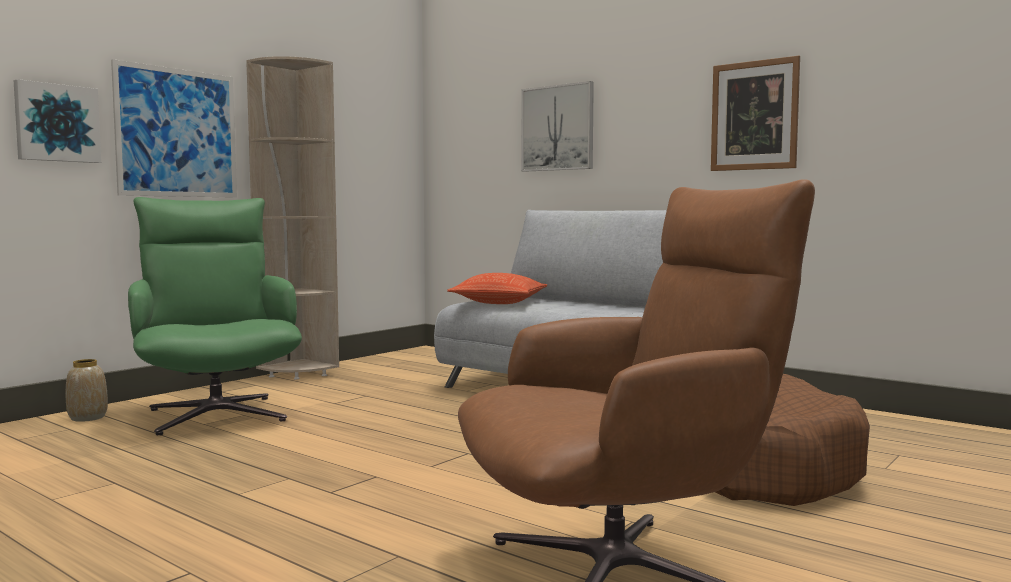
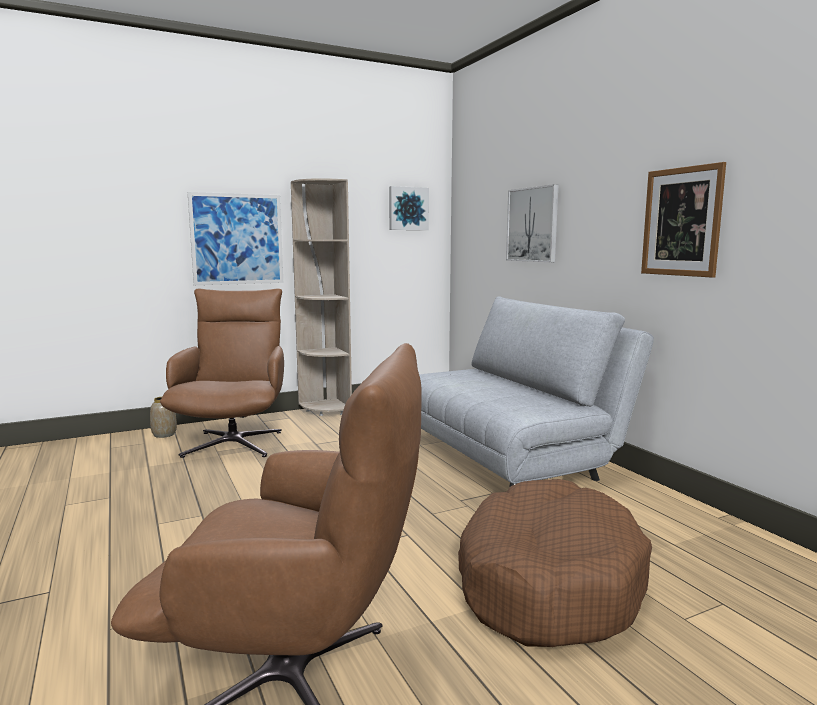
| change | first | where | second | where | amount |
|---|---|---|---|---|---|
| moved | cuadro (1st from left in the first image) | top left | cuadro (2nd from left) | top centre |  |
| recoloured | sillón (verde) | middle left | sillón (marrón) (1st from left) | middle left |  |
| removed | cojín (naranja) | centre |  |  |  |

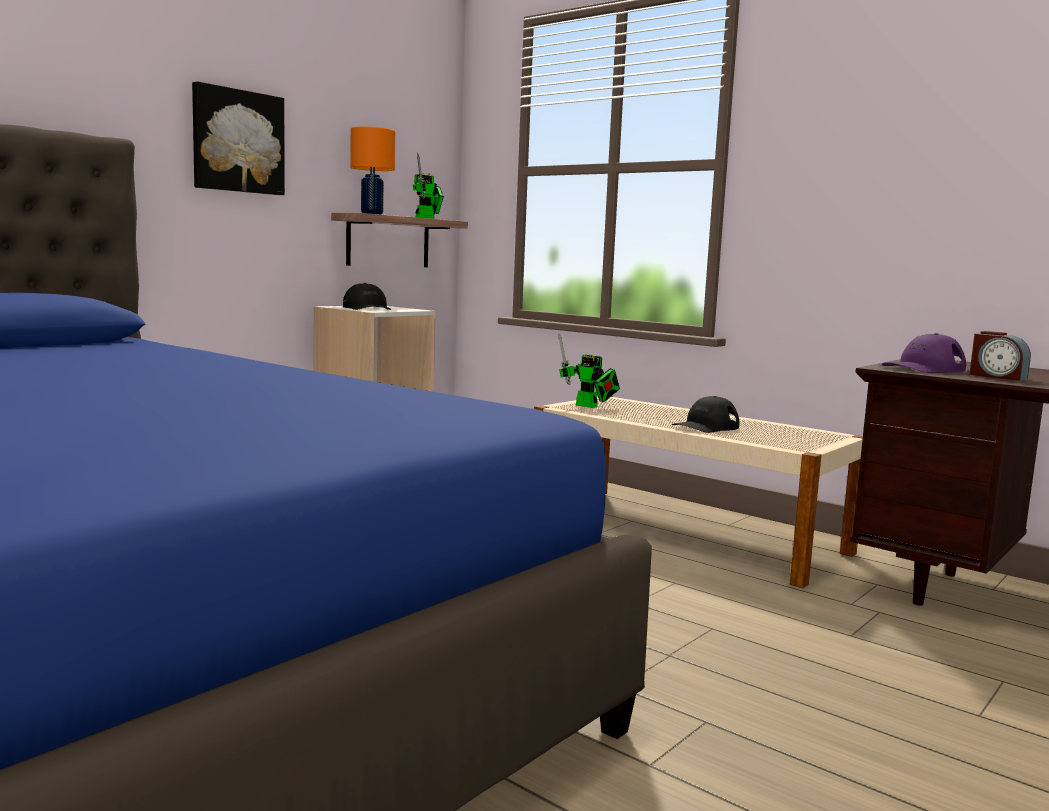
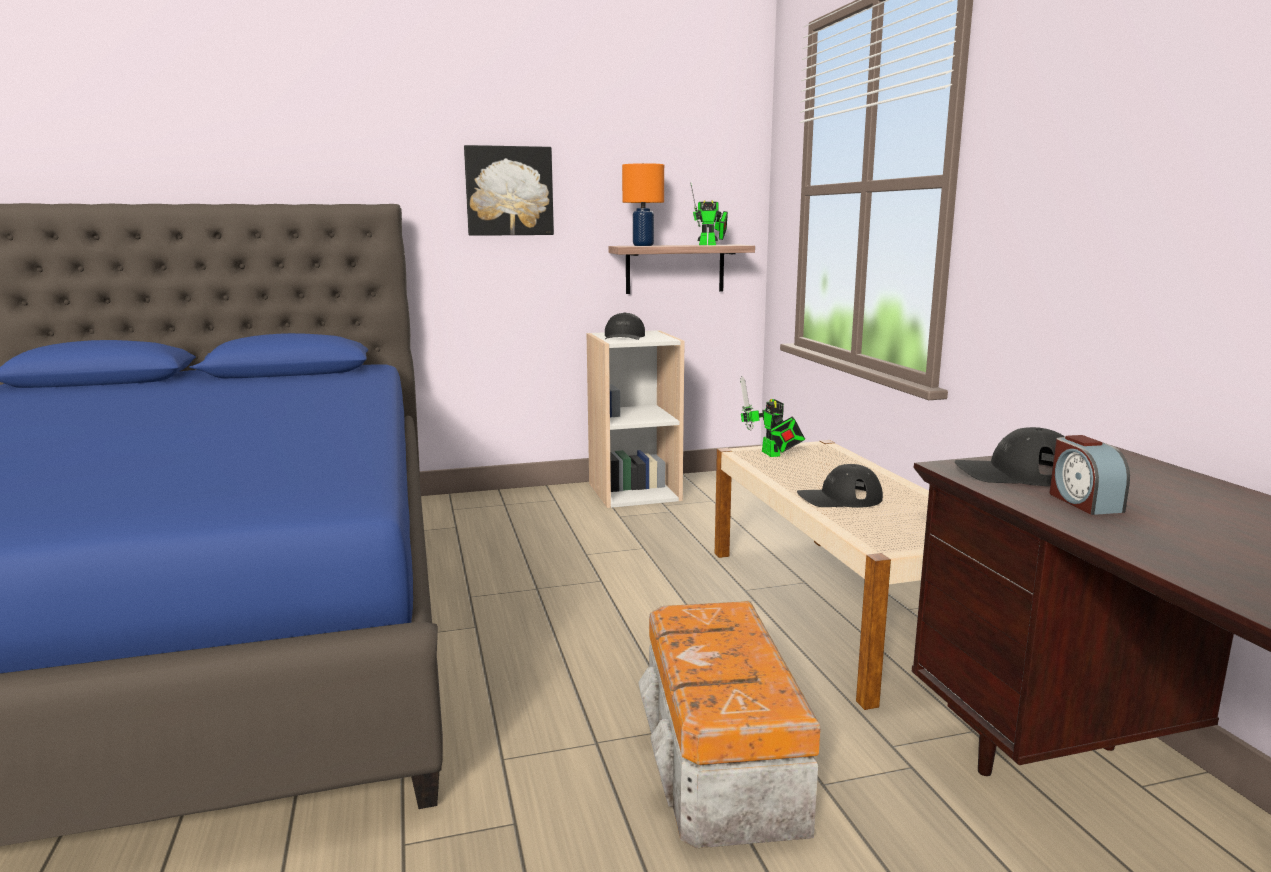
| change | first | where | second | where | amount |
|---|---|---|---|---|---|
| recoloured | gorra (morado) | middle right | gorra (negro) (3rd from left) | middle right |  |
| added |  |  | caja de almacenaje | bottom centre |  |

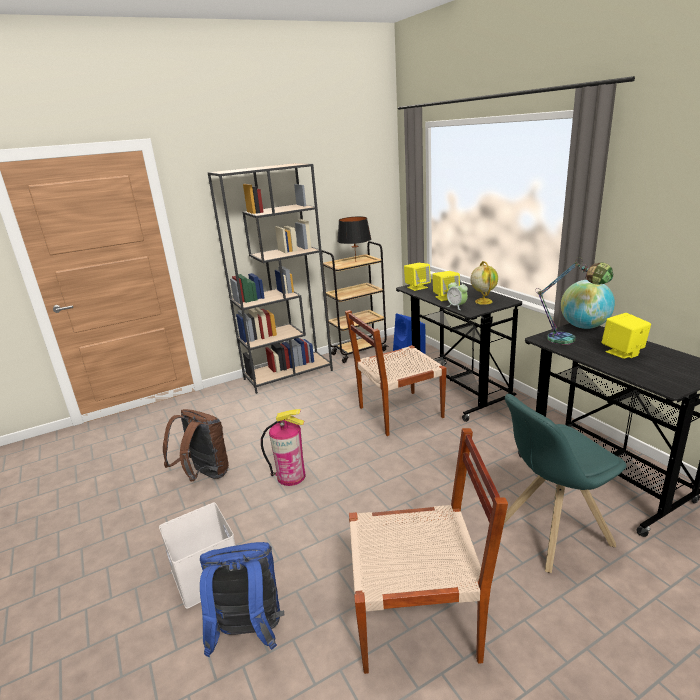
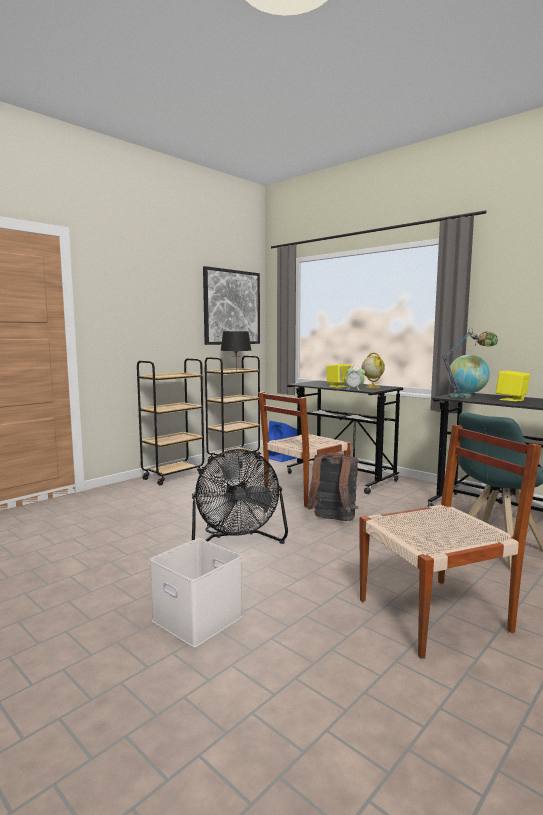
| change | first | where | second | where | amount |
|---|---|---|---|---|---|
| replaced | estantería | centre | carrito (marrón) (1st from left) | middle left |  |
| removed | altavoz (amarillo) (1st from left) | centre |  |  |  |
| moved | mochila (marrón) | middle left |  | centre |  |
| replaced | extintor | centre | ventilador (negro) | centre |  |
| removed | mochila (azul) | bottom centre |  |  |  |
| added |  |  | cuadro | centre |  |

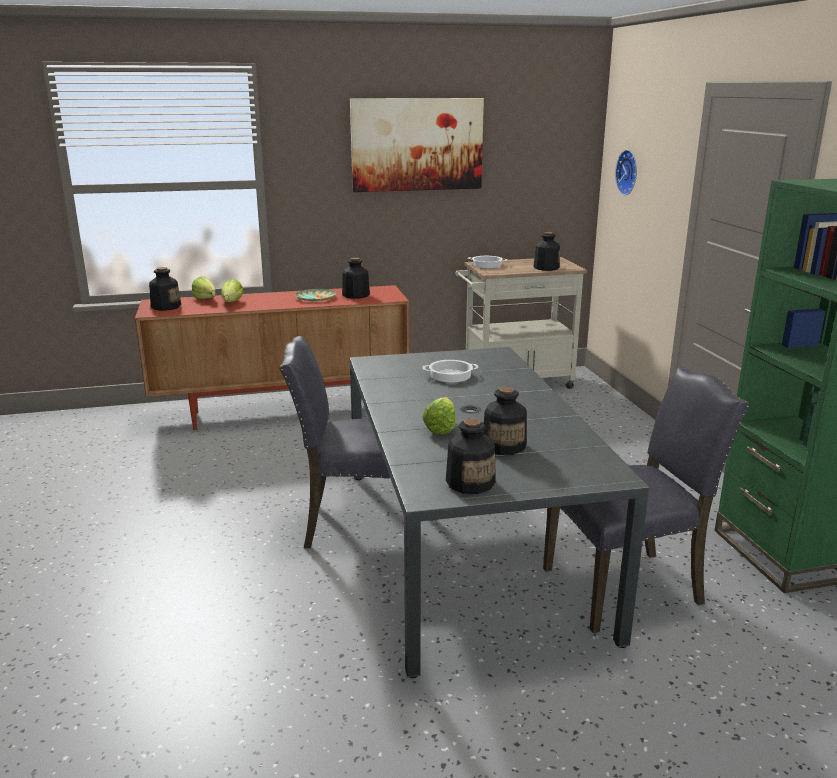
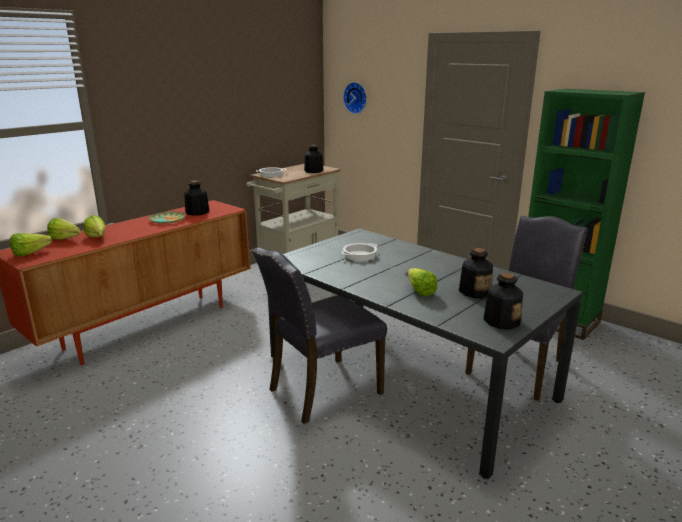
| change | first | where | second | where | amount |
|---|---|---|---|---|---|
| removed | cuadro | top centre |  |  |  |
| replaced | botella (1st from left) | middle left | lechuga (1st from left) | middle left |  |

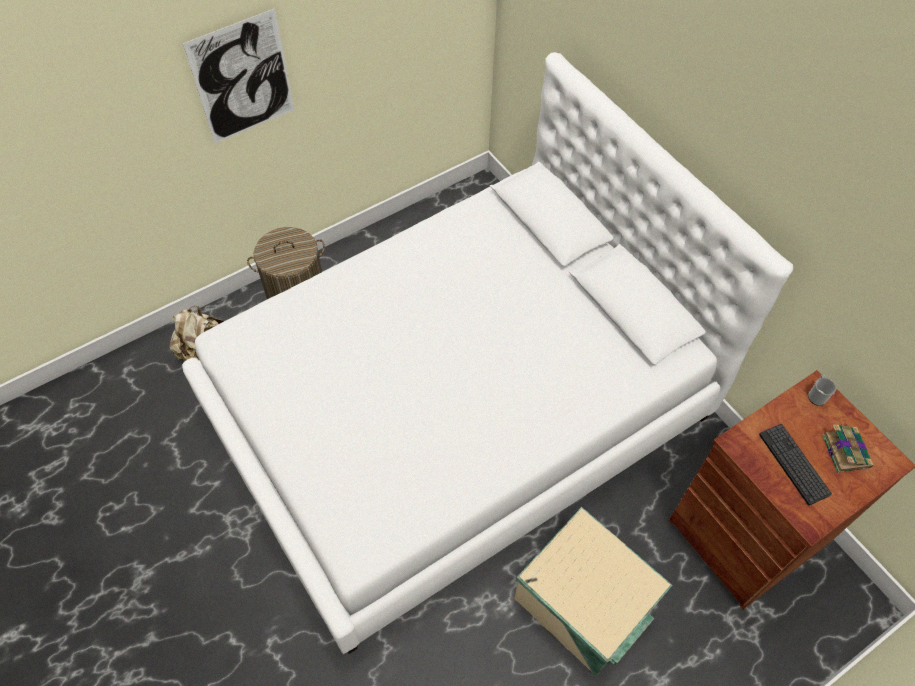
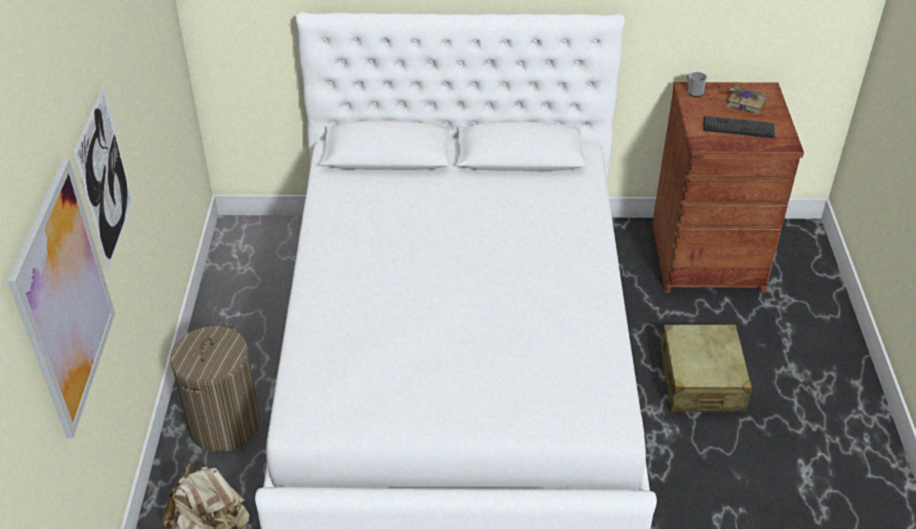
| change | first | where | second | where | amount |
|---|---|---|---|---|---|
| replaced | caja de almacenaje (beis) | bottom centre | maleta (beis) | bottom right |  |
| added |  |  | cuadro (1st from left) | middle left |  |

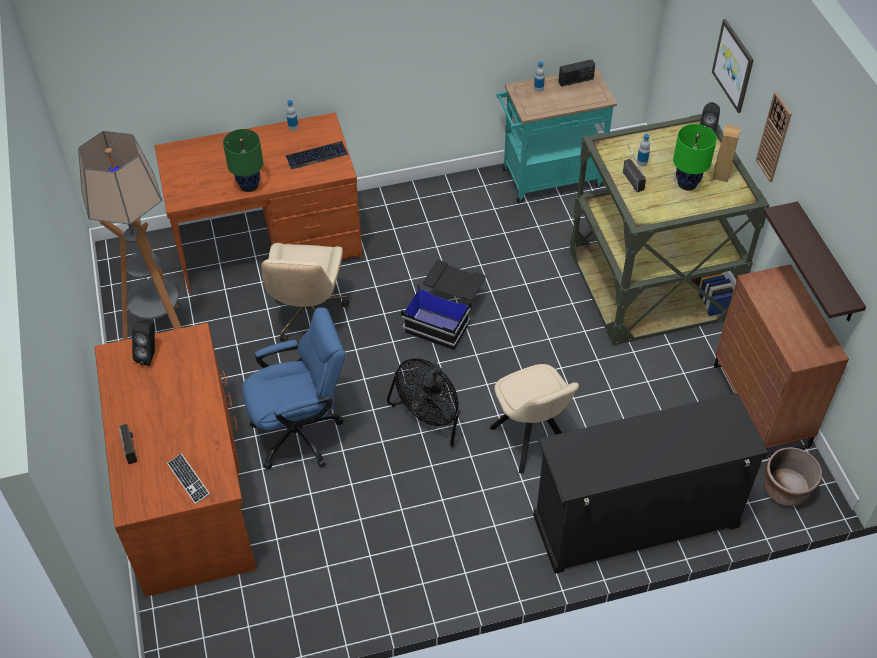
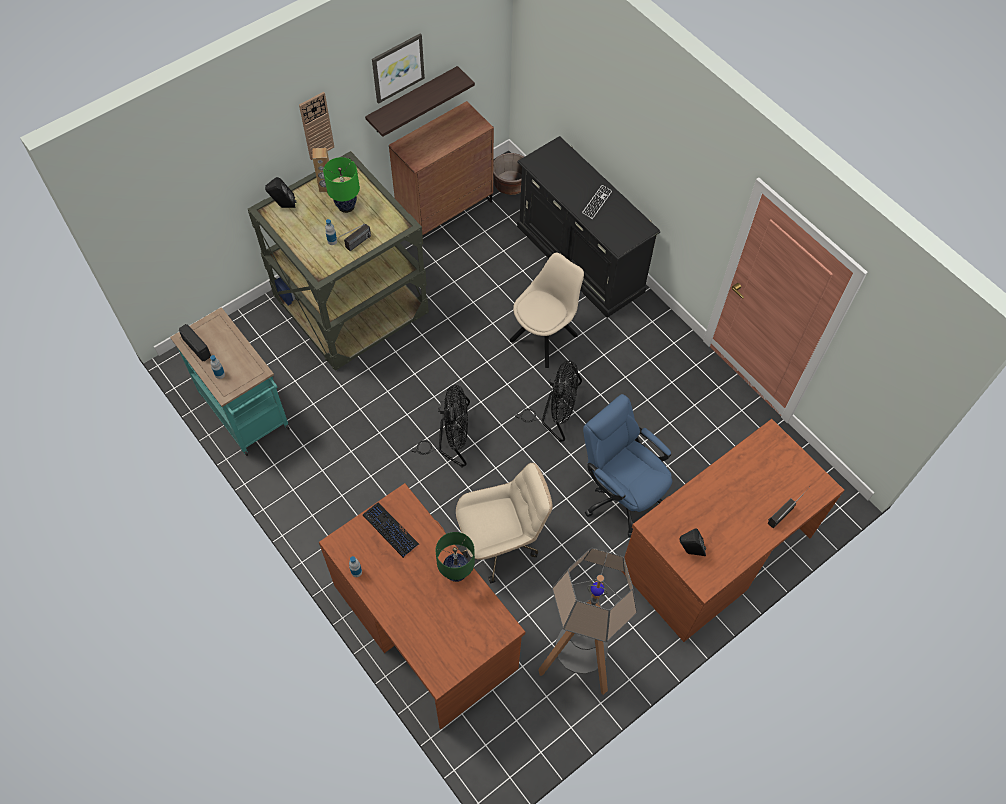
| change | first | where | second | where | amount |
|---|---|---|---|---|---|
| moved | cuadro | top right |  | top centre |  |
| replaced | caja de almacenaje (negro) | centre | ventilador (negro) (1st from left) | centre |  |
| moved | teclado (1st from left in the first image) | bottom left | teclado (2nd from left) | top centre |  |

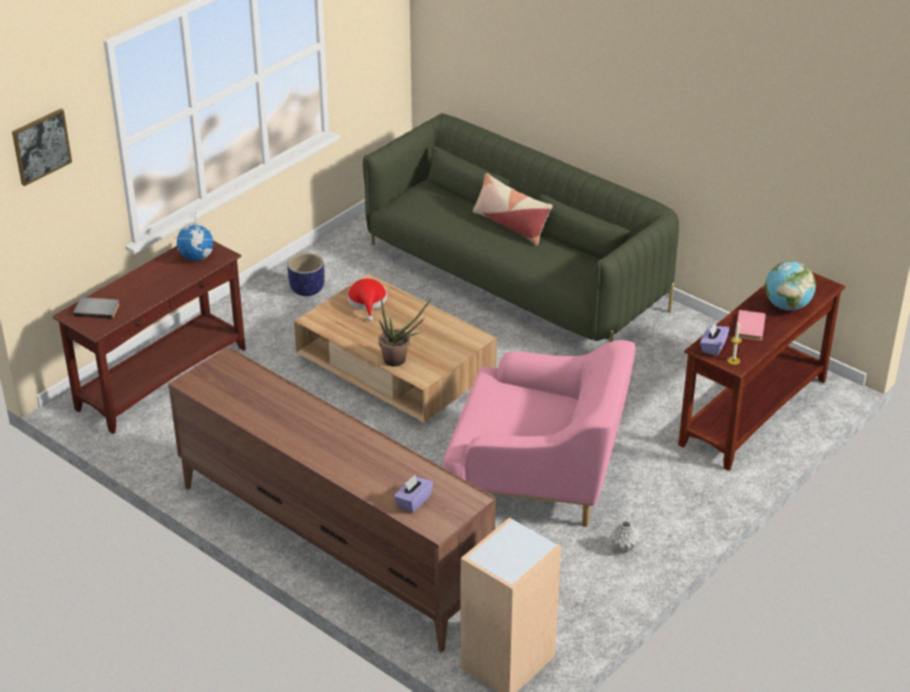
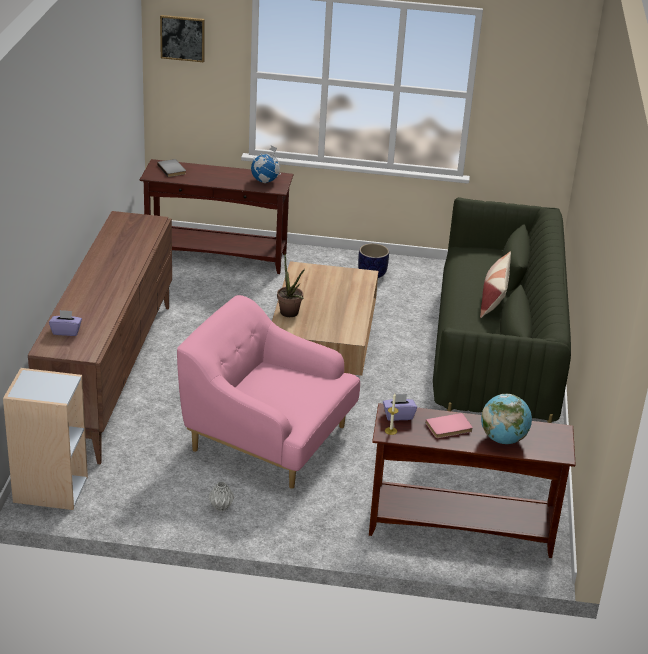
| change | first | where | second | where | amount |
|---|---|---|---|---|---|
| removed | sombrero (rojo) | centre |  |  |  |
| turned | sillón (rosa) | centre |  | centre | 135 degrees clockwise |

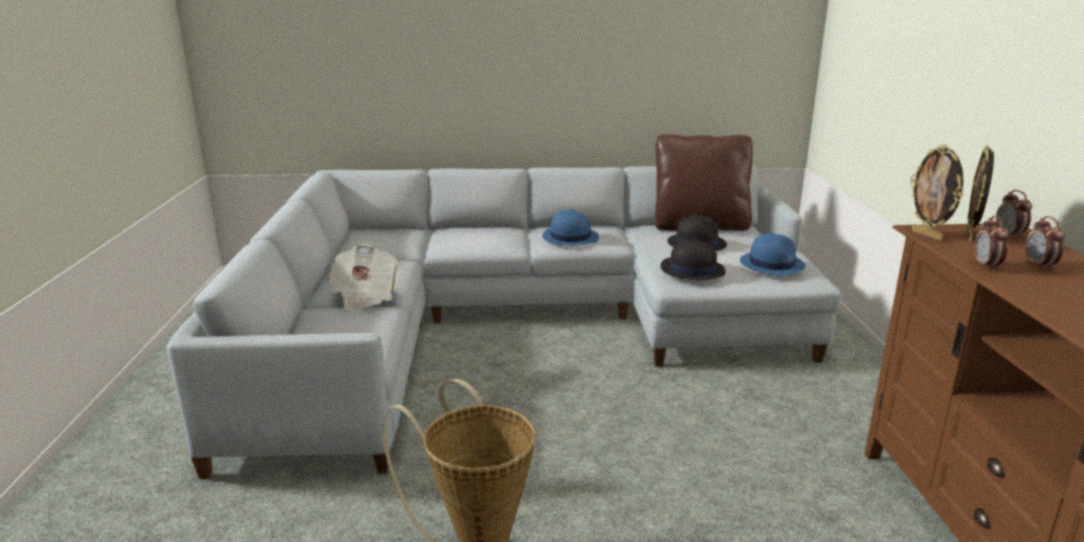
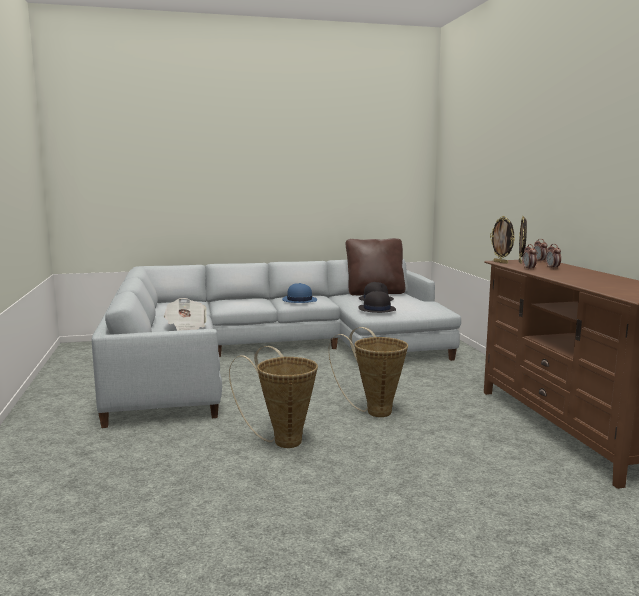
| change | first | where | second | where | amount |
|---|---|---|---|---|---|
| removed | sombrero (azul) (2nd from left) | middle right |  |  |  |
| added |  |  | cesta (2nd from left) | centre |  |

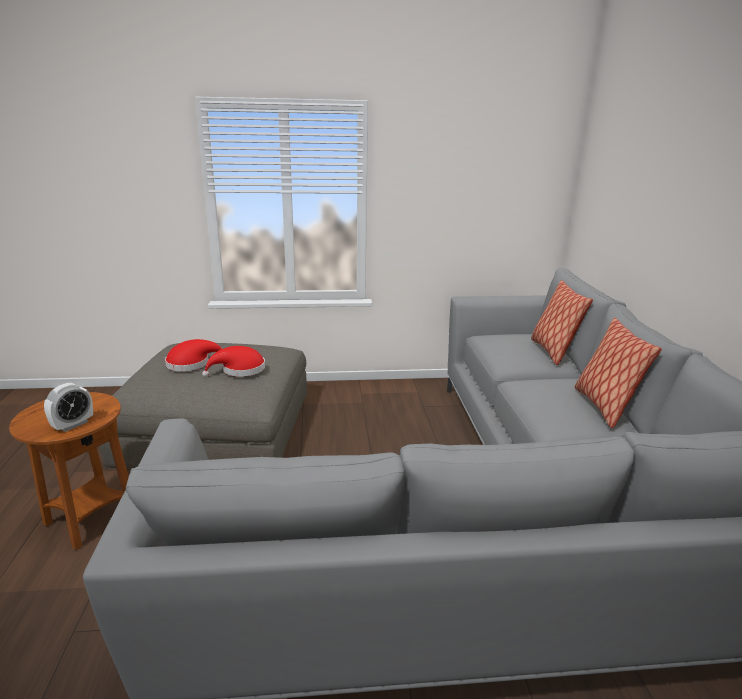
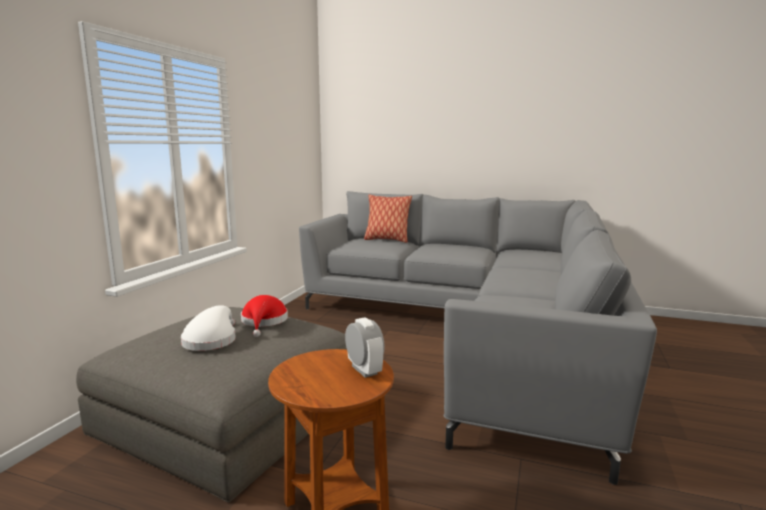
| change | first | where | second | where | amount |
|---|---|---|---|---|---|
| removed | cojín (2nd from left) | middle right |  |  |  |
| recoloured | sombrero (rojo) (1st from left) | middle left | sombrero (blanco) | middle left |  |

